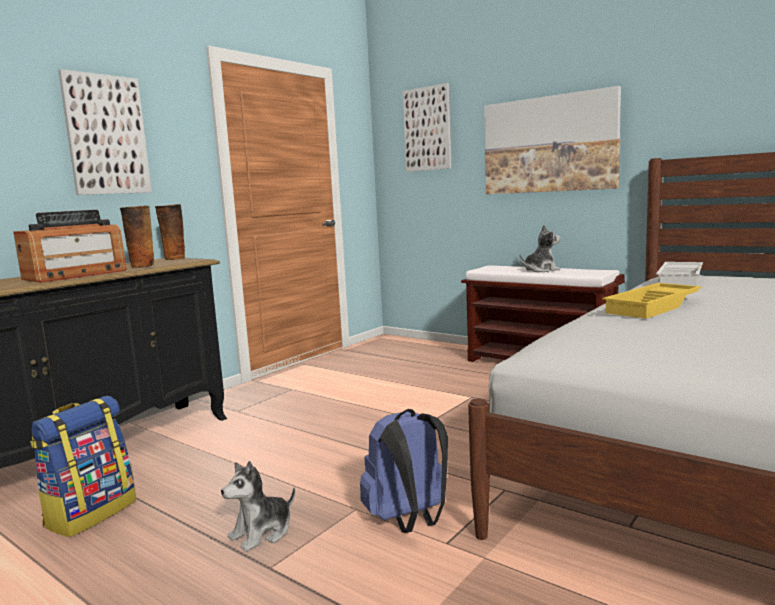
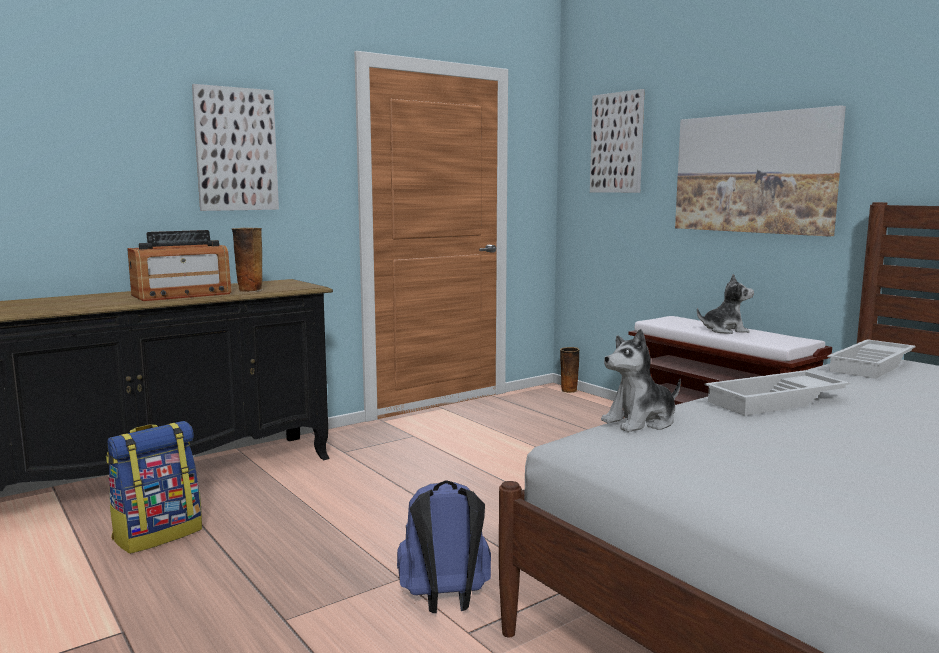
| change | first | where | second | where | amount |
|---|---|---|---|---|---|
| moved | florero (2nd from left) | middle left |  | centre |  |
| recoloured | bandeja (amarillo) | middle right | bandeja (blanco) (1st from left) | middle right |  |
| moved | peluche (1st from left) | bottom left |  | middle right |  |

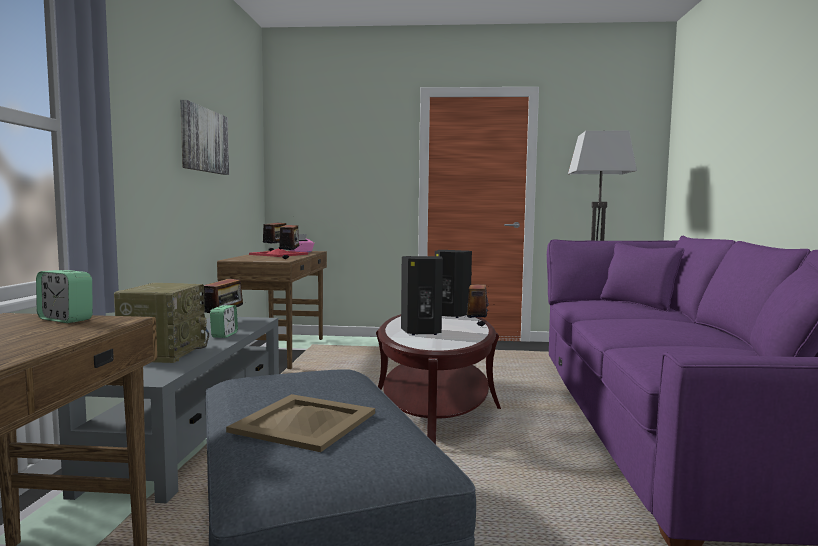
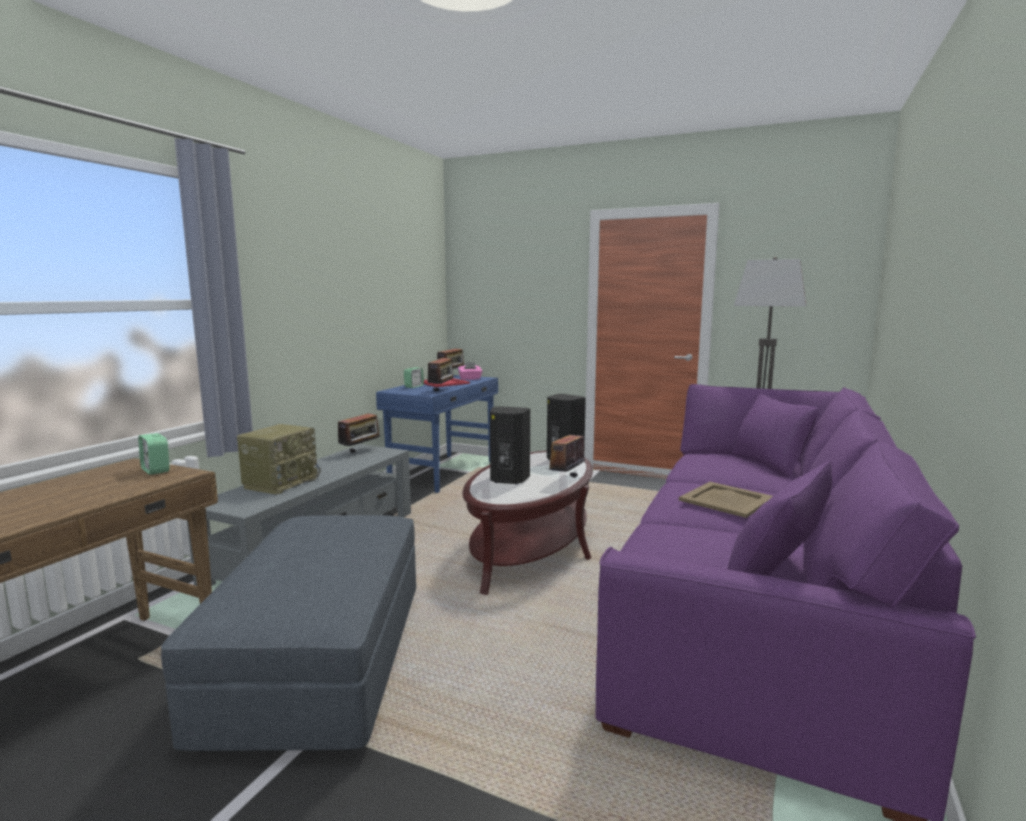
| change | first | where | second | where | amount |
|---|---|---|---|---|---|
| removed | cuadro | top left |  |  |  |
| recoloured | mesa consola (marrón) (2nd from left) | middle left | mesa consola (azul) | centre |  |
| moved | despertador (2nd from left) | middle left |  | centre |  |
| moved | bandeja (beis) | bottom centre |  | middle right |  |

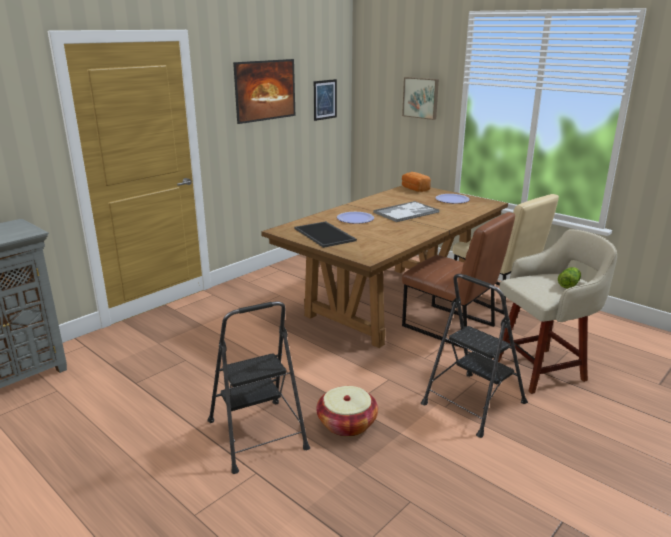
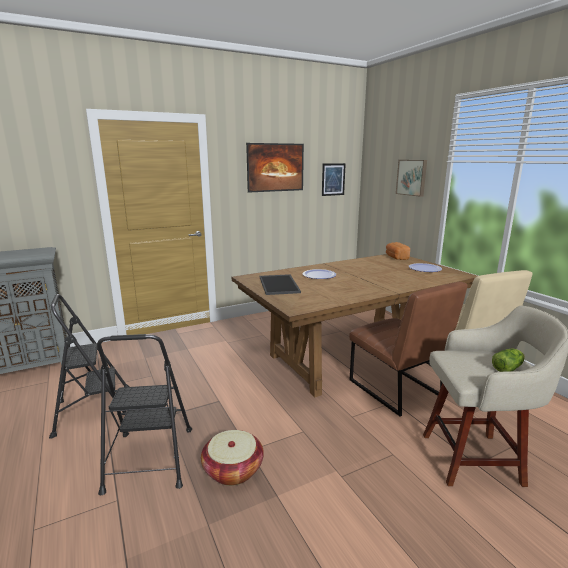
| change | first | where | second | where | amount |
|---|---|---|---|---|---|
| removed | bandeja (2nd from left) | centre |  |  |  |
| moved | escalera de tijera (negro) (2nd from left in the first image) | middle right | escalera de tijera (negro) (1st from left) | middle left |  |

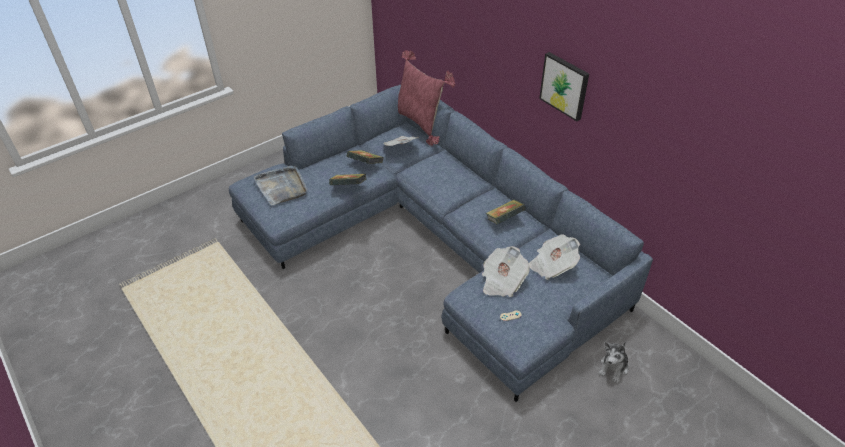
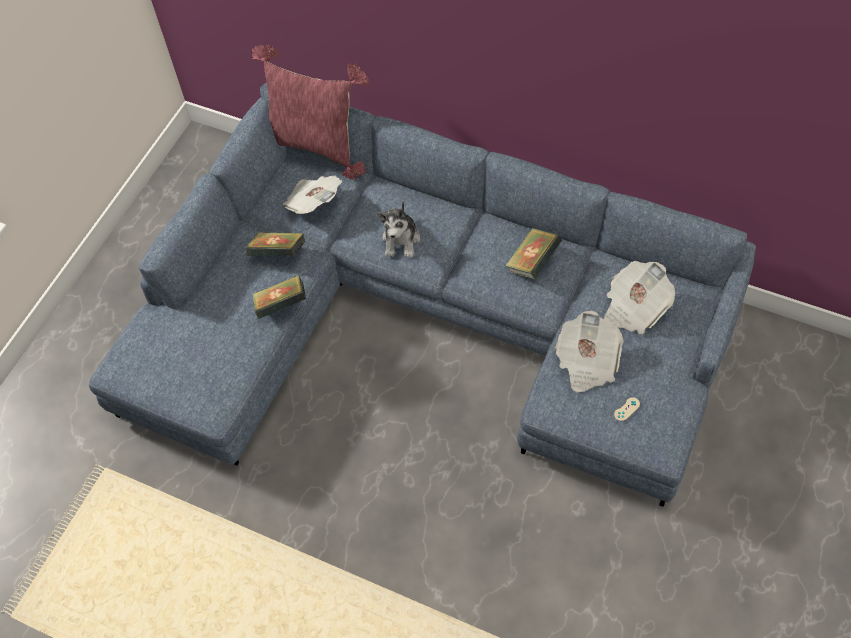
| change | first | where | second | where | amount |
|---|---|---|---|---|---|
| removed | cuadro | top right |  |  |  |
| removed | bandeja (gris) | middle left |  |  |  |
| moved | peluche | bottom right |  | centre |  |

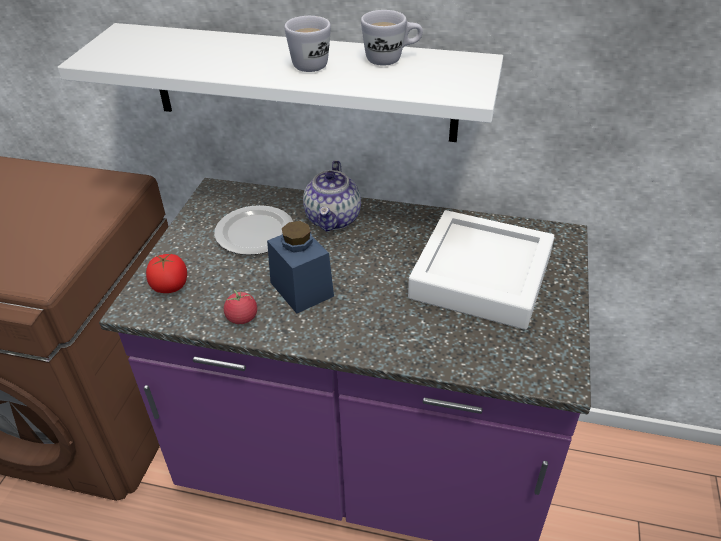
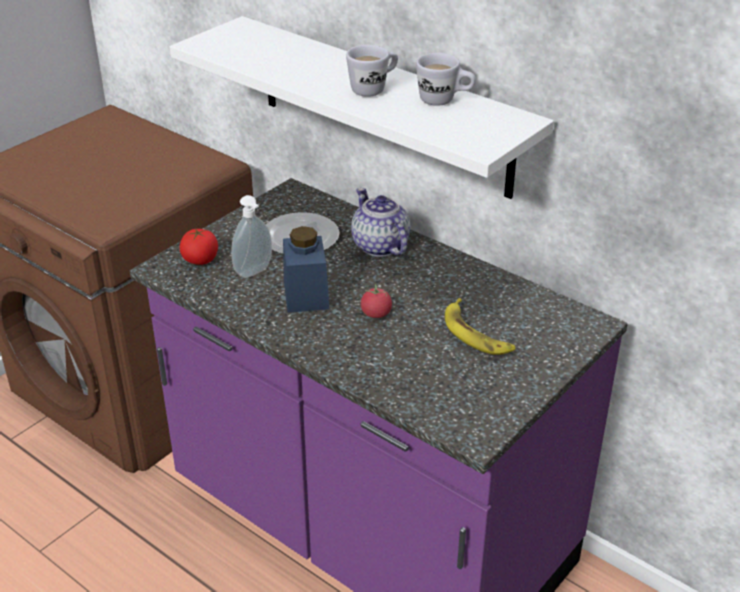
| change | first | where | second | where | amount |
|---|---|---|---|---|---|
| turned | tetera | centre |  | centre | 120 degrees clockwise |
| replaced | bandeja (blanco) | middle right | plátano | centre |  |
| moved | tomate (2nd from left) | middle left |  | centre |  |
| added |  |  | dispensador de jabón | centre |  |

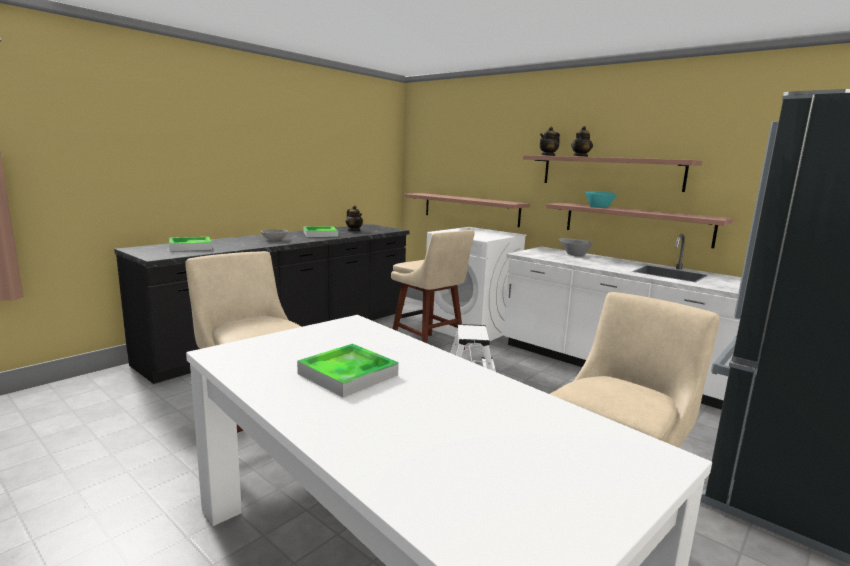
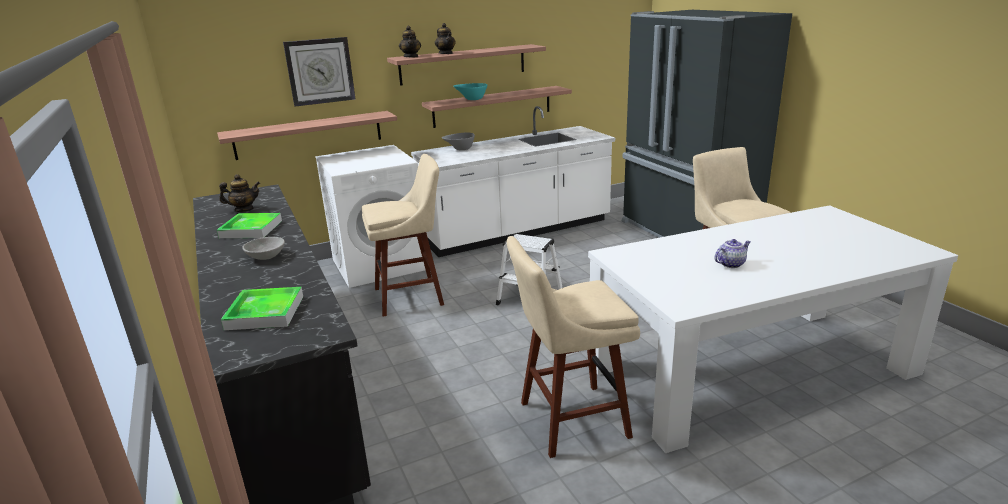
| change | first | where | second | where | amount |
|---|---|---|---|---|---|
| replaced | bandeja (3rd from left) | centre | tetera (4th from left) | middle right |  |
| added |  |  | reloj de pared | top left |  |

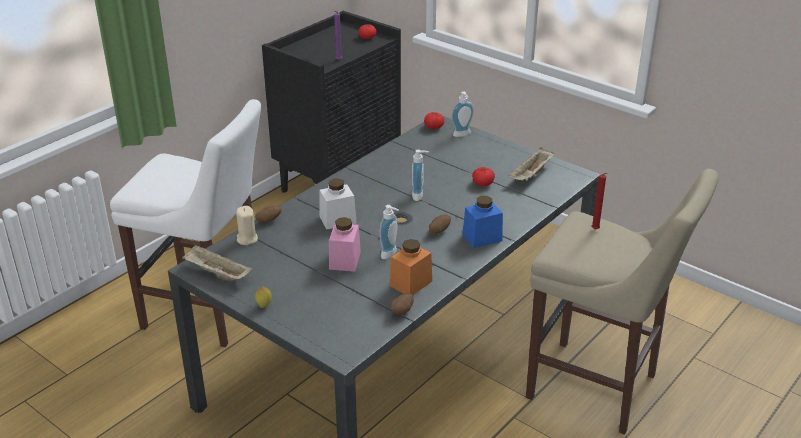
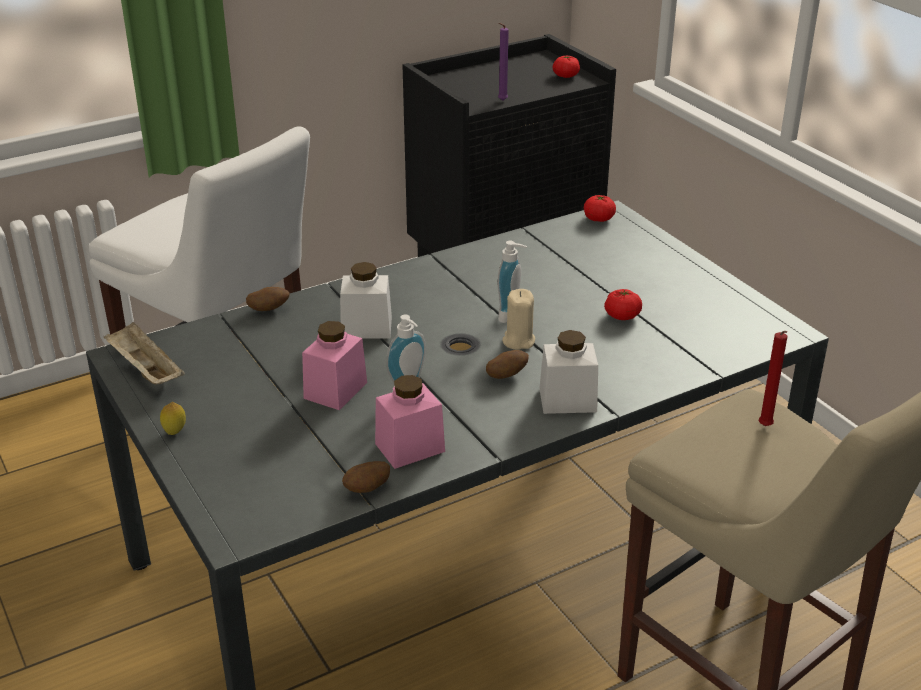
| change | first | where | second | where | amount |
|---|---|---|---|---|---|
| removed | dispensador de jabón (3rd from left) | top centre |  |  |  |
| removed | bandeja (beis) (2nd from left) | centre |  |  |  |
| recoloured | tarro (azul) | centre | tarro (blanco) (2nd from left) | centre |  |
| moved | vela (beis) | middle left |  | centre |  |
| recoloured | tarro (naranja) | centre | tarro (rosa) (2nd from left) | centre |  |

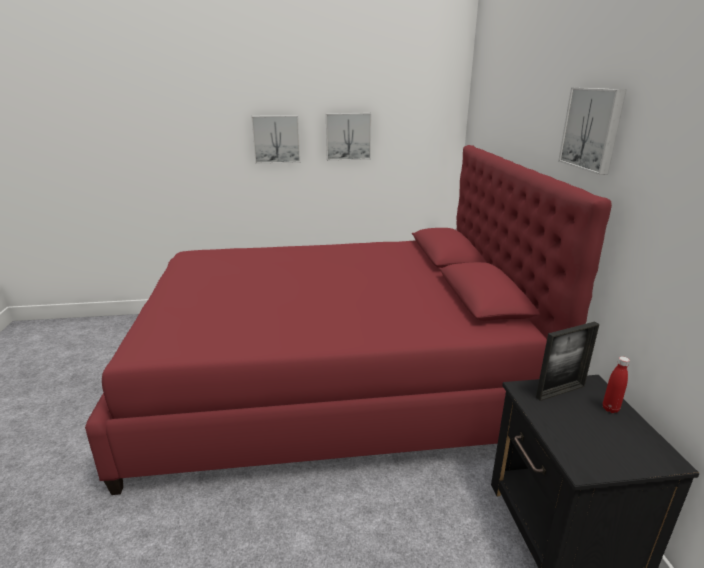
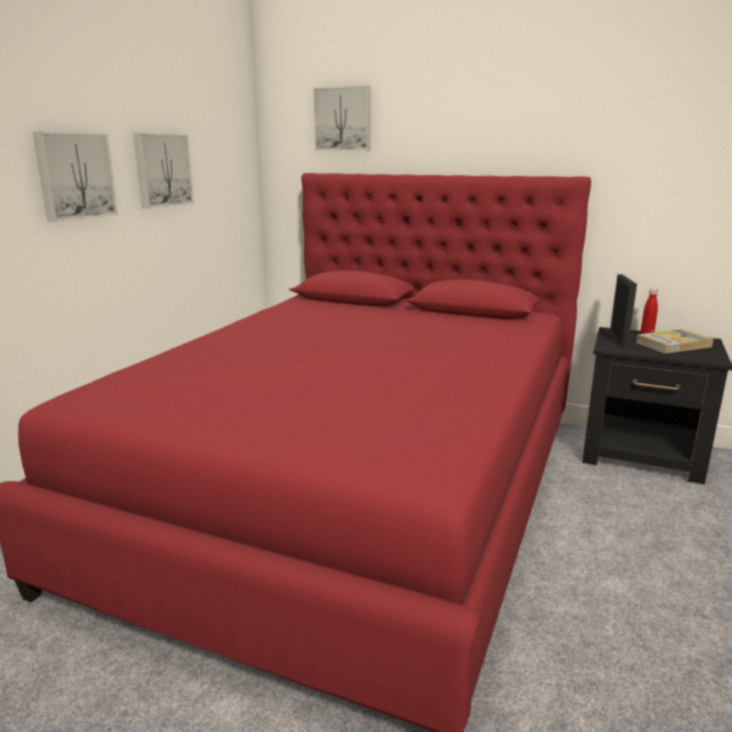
| change | first | where | second | where | amount |
|---|---|---|---|---|---|
| moved | cuadro (3rd from left) | top right |  | top centre |  |
| added |  |  | libro | middle right |  |

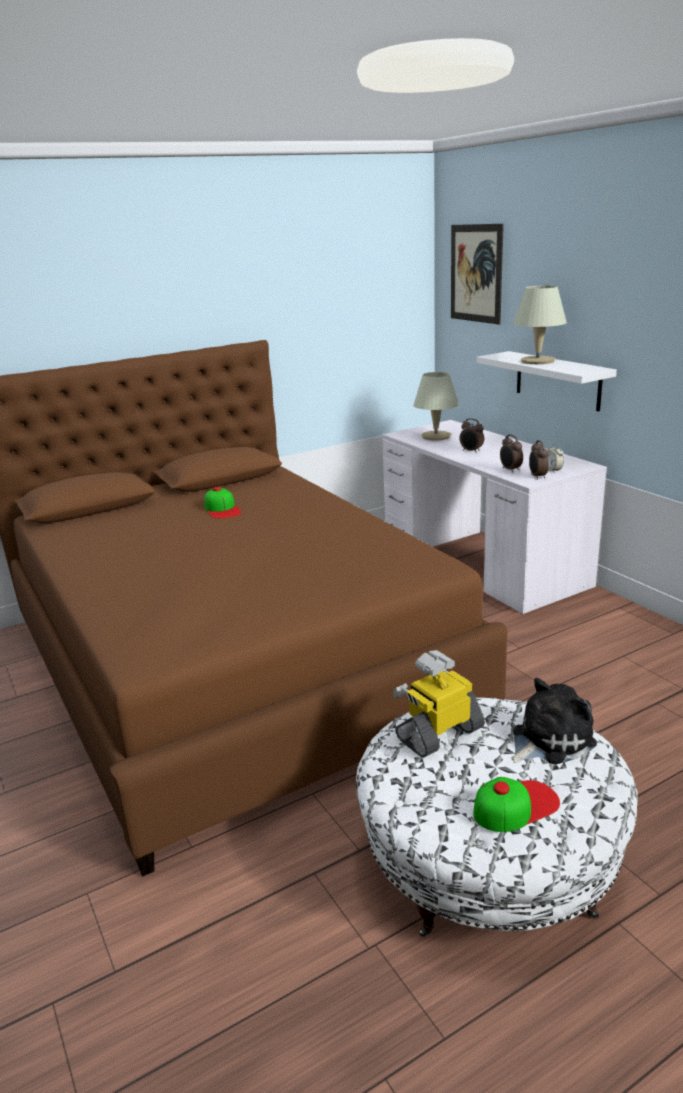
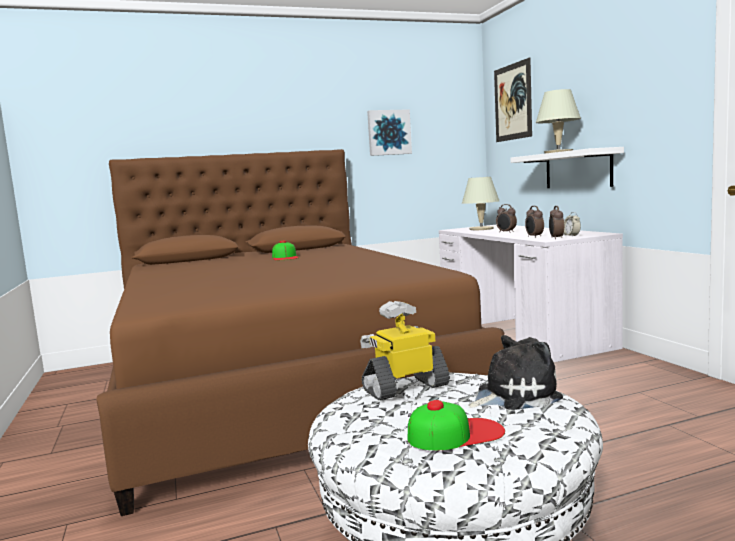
| change | first | where | second | where | amount |
|---|---|---|---|---|---|
| added |  |  | cuadro (1st from left) | top centre |  |

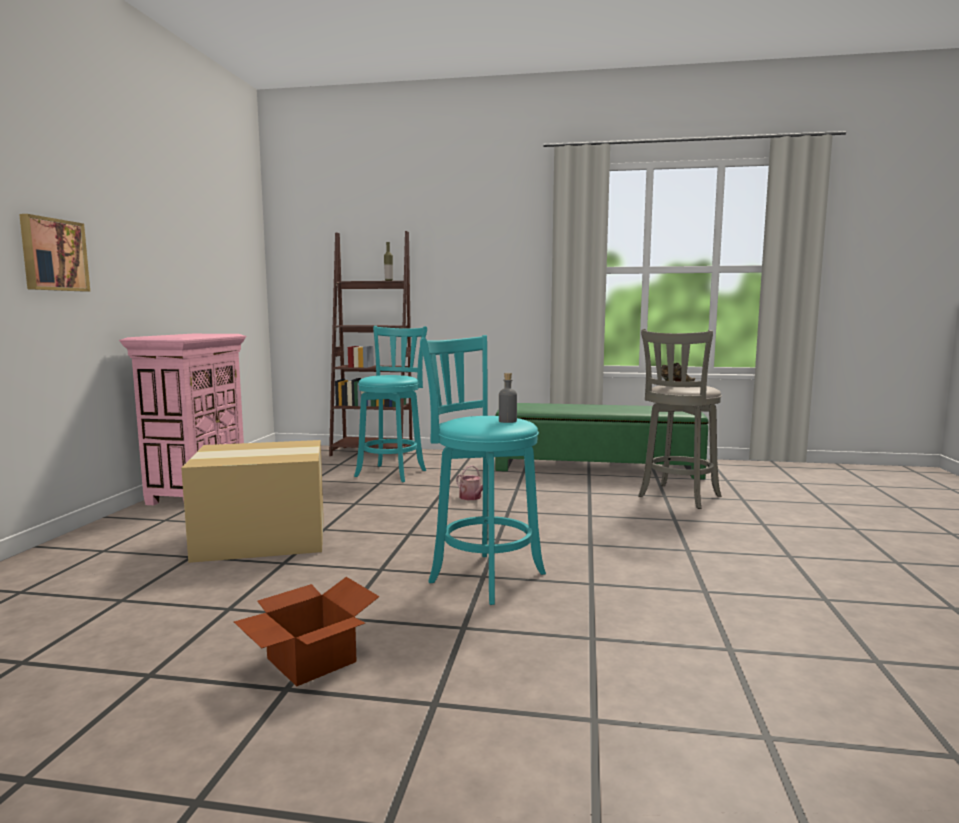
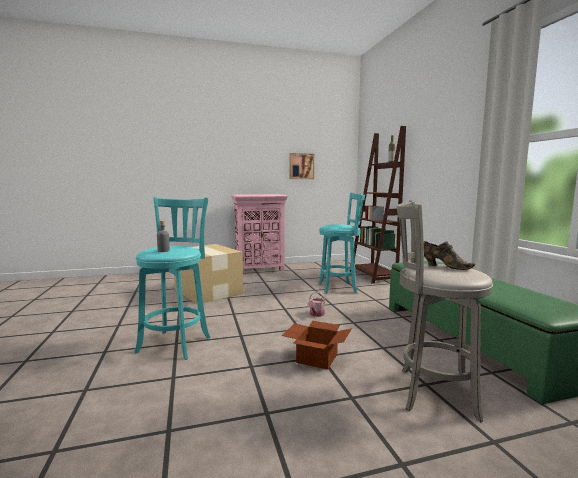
| change | first | where | second | where | amount |
|---|---|---|---|---|---|
| moved | cuadro | top left |  | centre |  |
| moved | caja de cartón (2nd from left) | bottom left |  | bottom centre |  |

